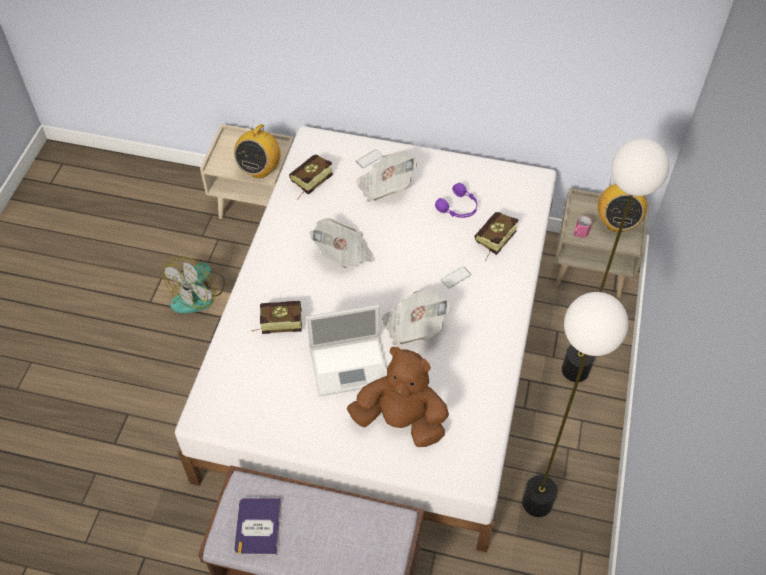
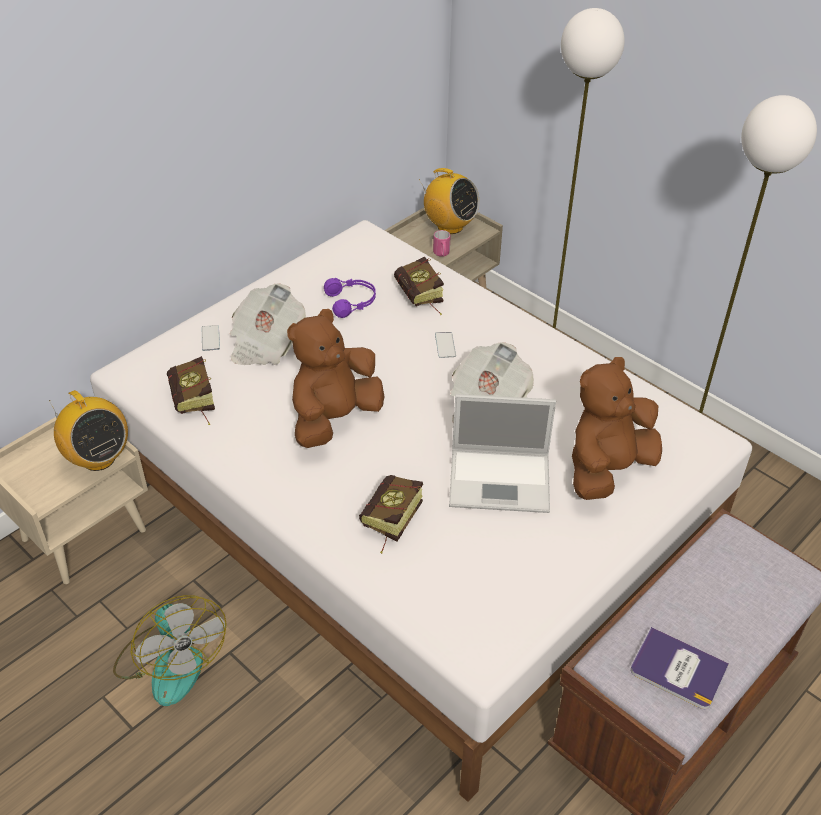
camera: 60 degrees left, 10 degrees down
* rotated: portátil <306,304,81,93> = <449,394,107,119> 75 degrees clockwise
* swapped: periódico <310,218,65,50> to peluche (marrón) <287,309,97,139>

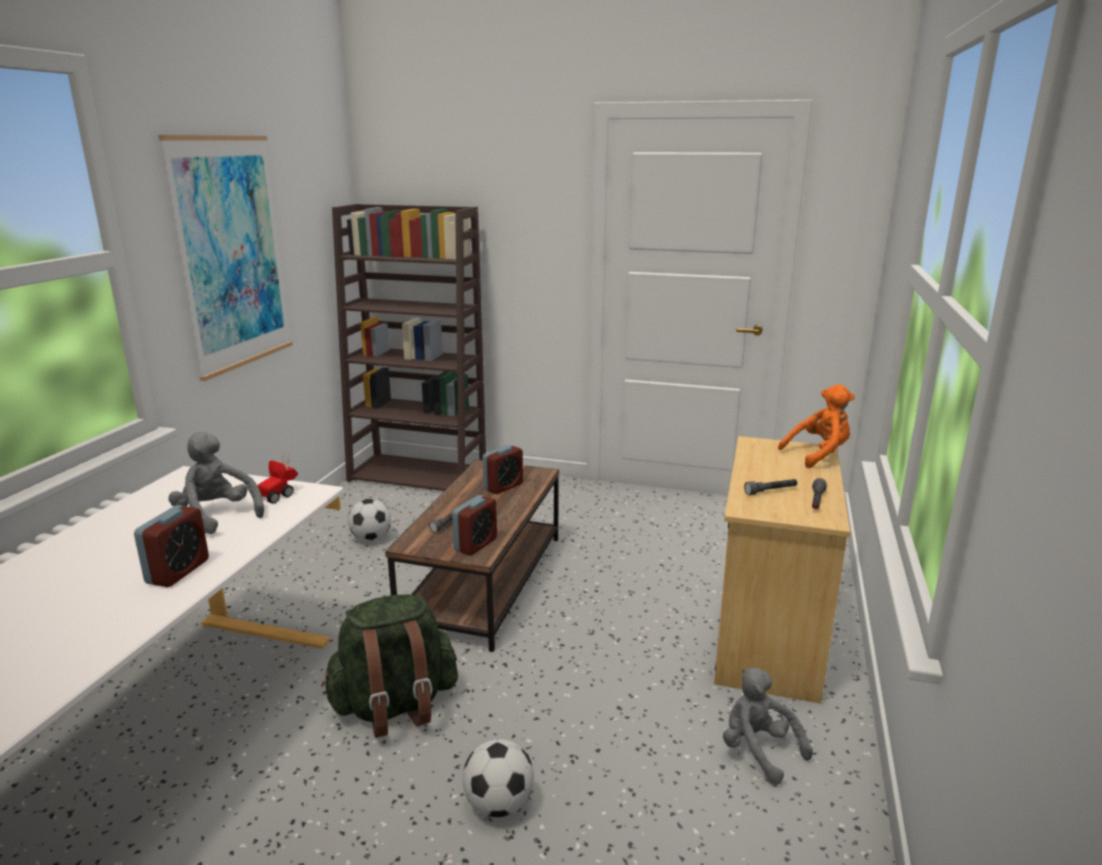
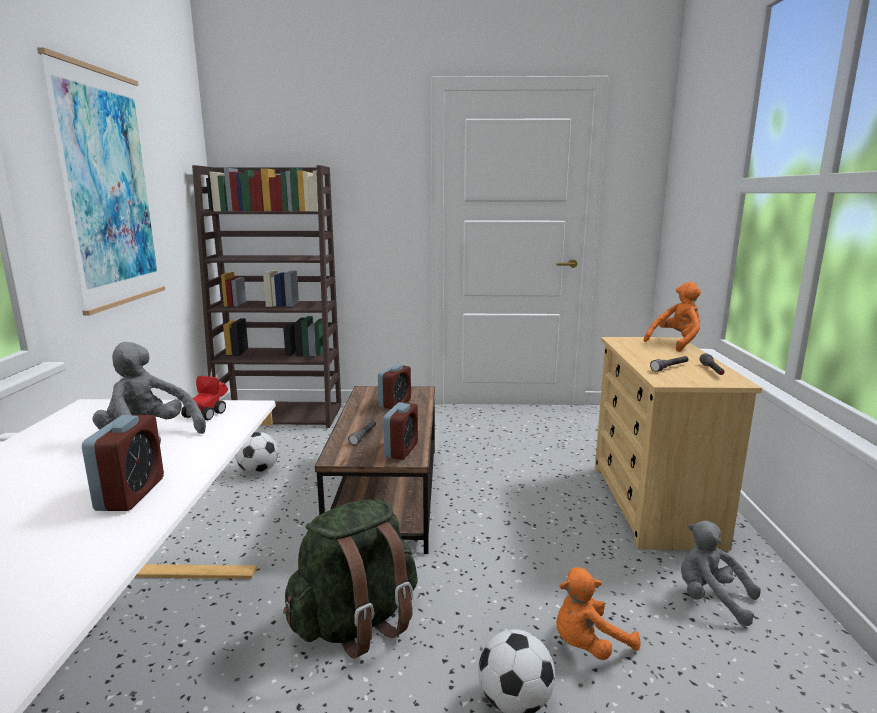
camera: 15 degrees left, 5 degrees down
* new: peluche (naranja) <556,567,85,93>

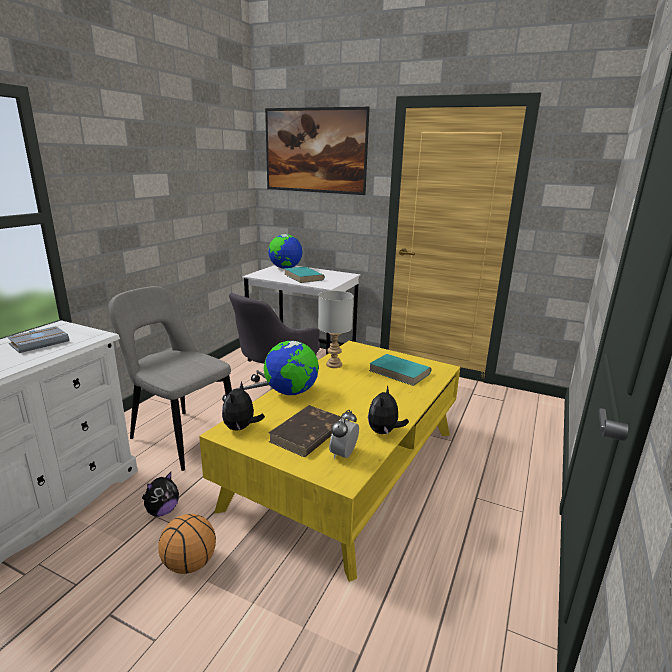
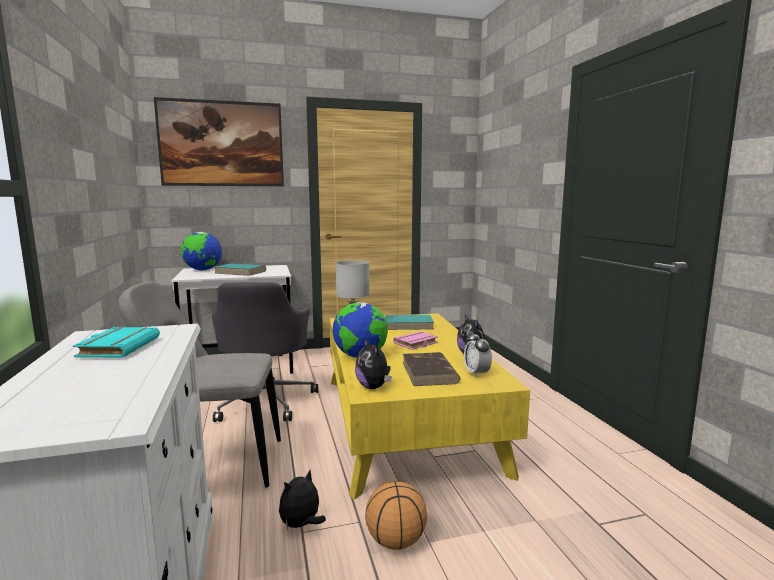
camera: 40 degrees left, 10 degrees down
* repainted: libro (gris) <7,326,62,27> to libro (turquesa) <73,327,87,31>
* rotated: peluche <142,472,37,45> = <279,470,47,58> 135 degrees counterclockwise
* new: libro (rosa) <393,331,45,19>

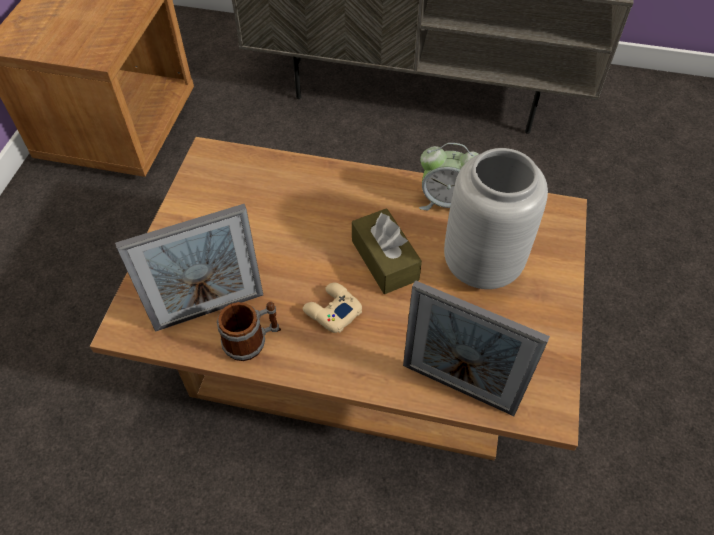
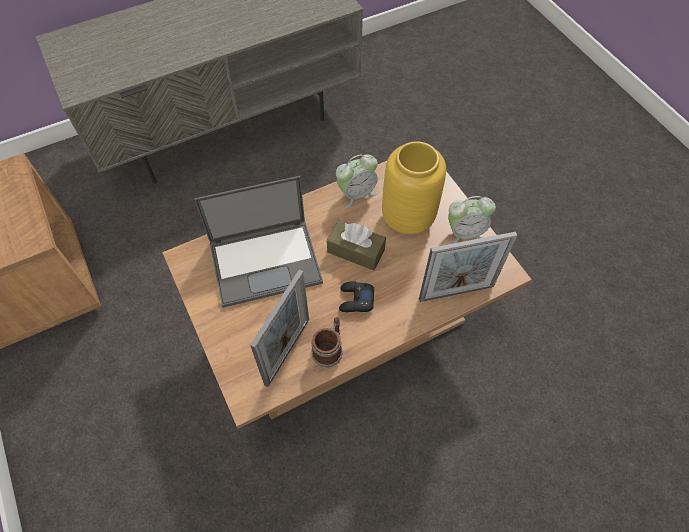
camera: 40 degrees left, 5 degrees up
* repainted: mando de consola (beis) <303,282,59,51> to mando de consola (negro) <339,281,35,31>
* repainted: florero (gris) <444,148,104,141> to florero (amarillo) <382,141,64,94>
* new: portátil <194,176,129,132>
* new: despertador <448,196,48,48>

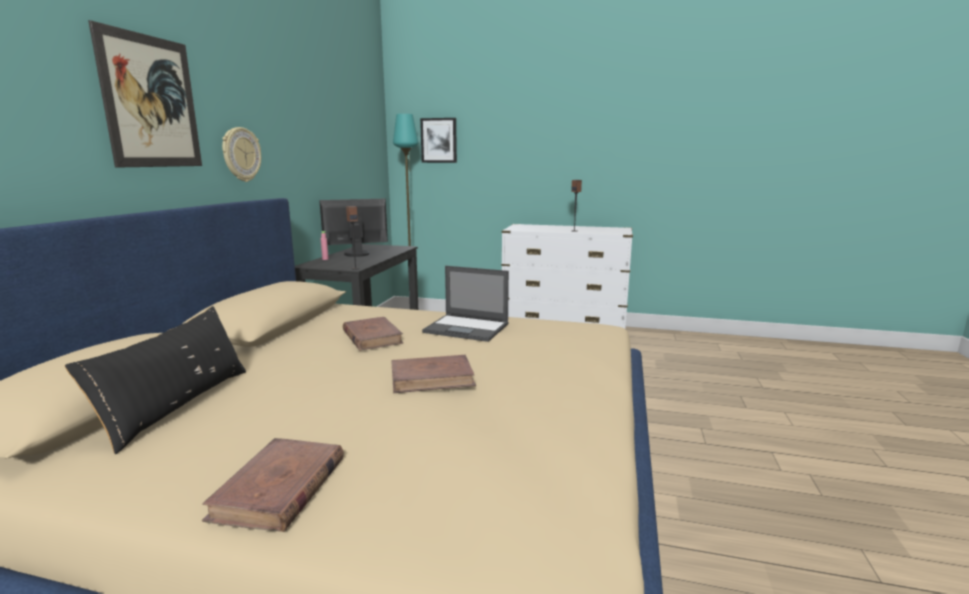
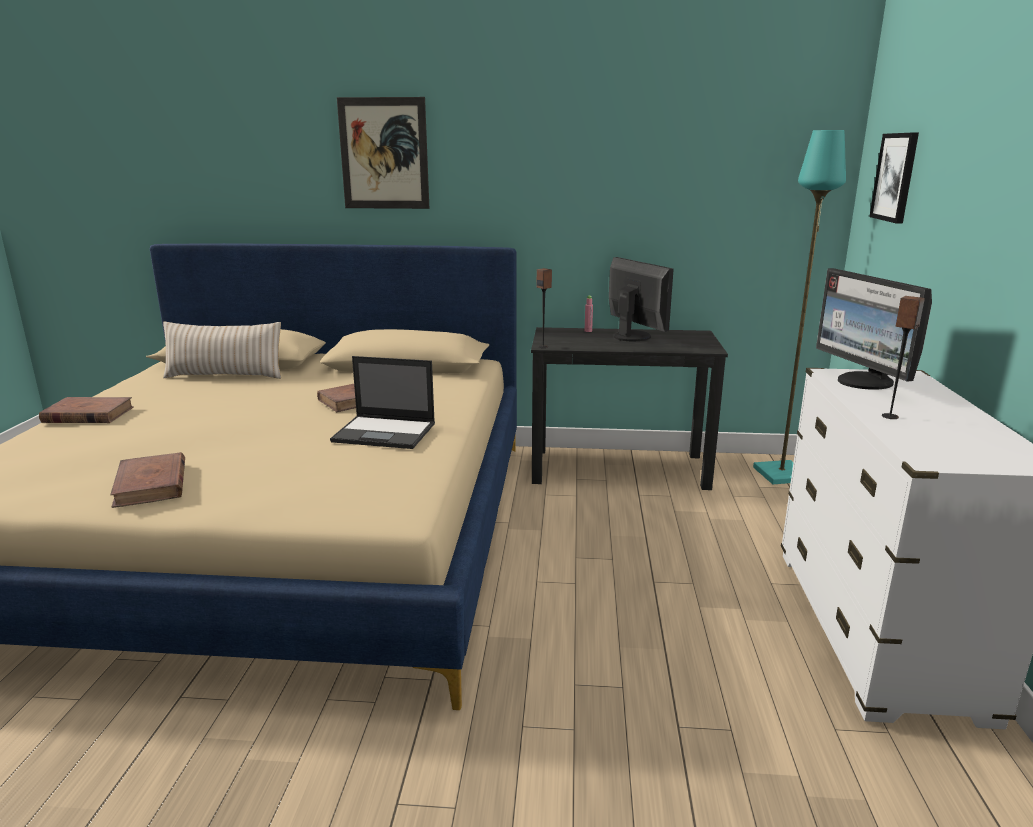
camera: 80 degrees right, 5 degrees up
* repainted: cojín (negro) <65,306,181,148> to cojín (beis) <163,322,118,57>
* gone: reloj de pared <222,127,39,55>
* shifted: libro (marrón) <391,355,85,38> to <110,452,75,56>
* rotated: portátil <422,266,87,76> = <330,356,105,93> 90 degrees counterclockwise
* new: monitor <816,268,116,122>

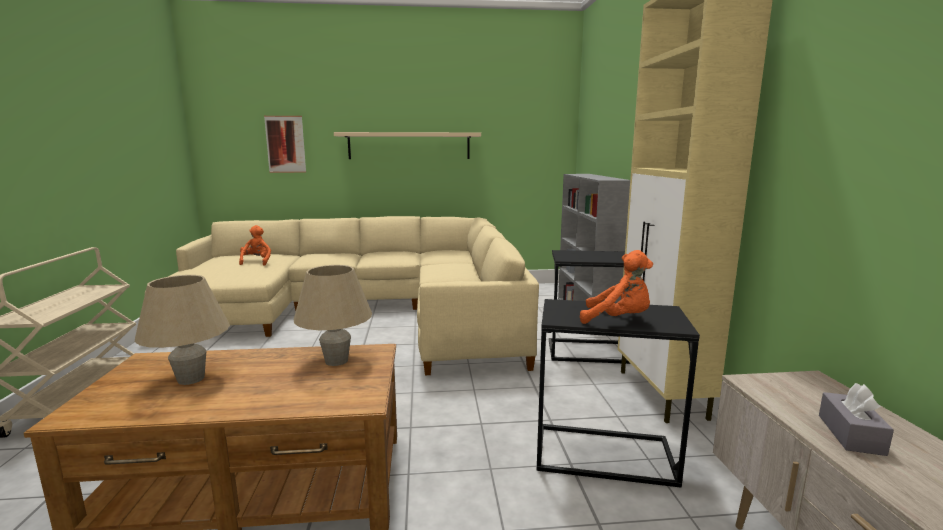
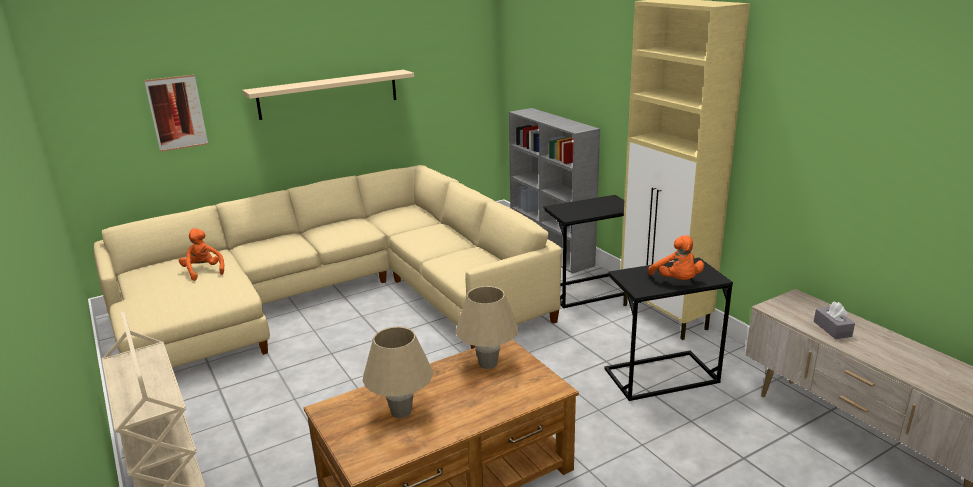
camera: 25 degrees left, 10 degrees up
* rotated: peluche (naranja) <580,250,73,74> = <648,235,56,45> 75 degrees clockwise

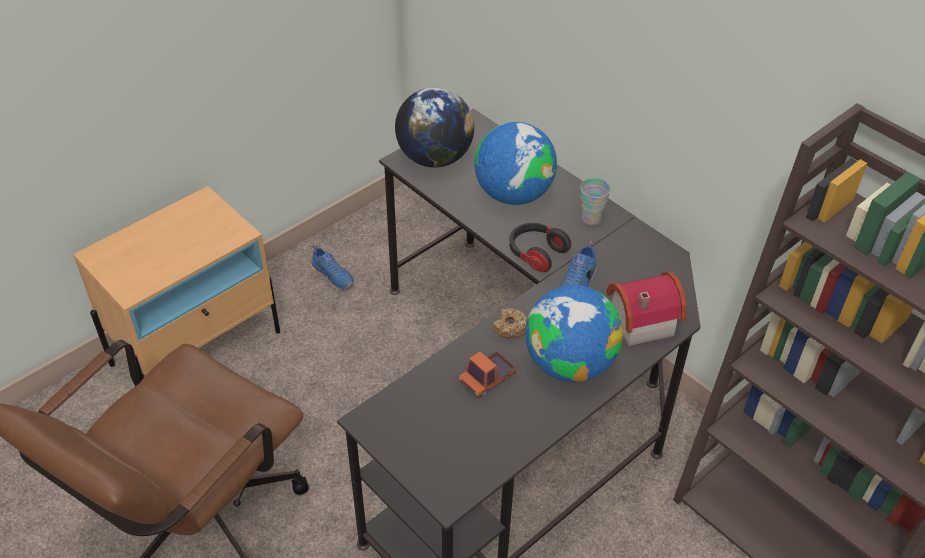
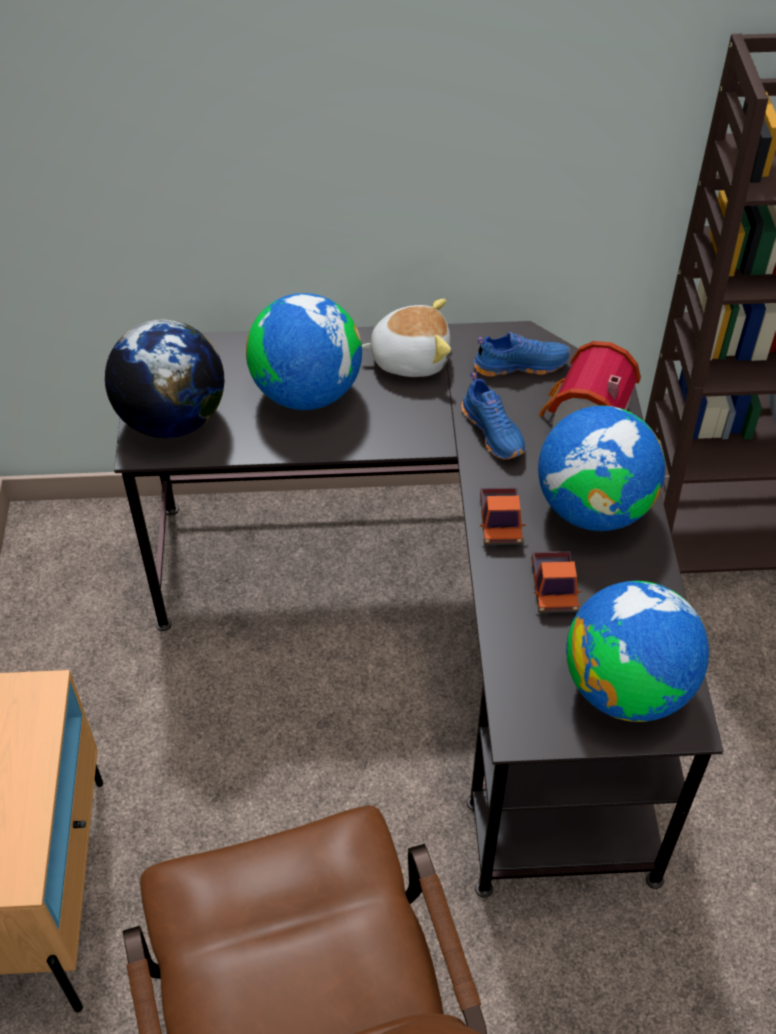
camera: 50 degrees left, 5 degrees up
* shifted: zapato (azul) <311,245,43,45> to <473,332,97,45>
* swapped: rosquilla <493,308,34,31> to camión de juguete <480,488,46,57>
* gone: auriculares <509,223,62,49>
* swapped: taza <580,178,31,47> to peluche <362,299,89,78>
* new: globo terráqueo <566,581,143,141>

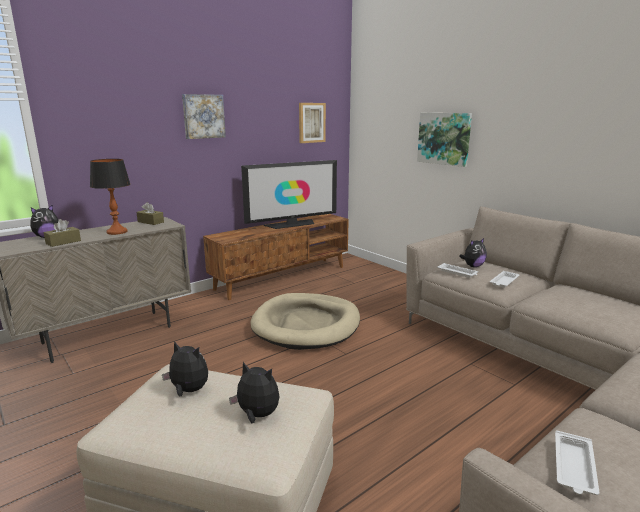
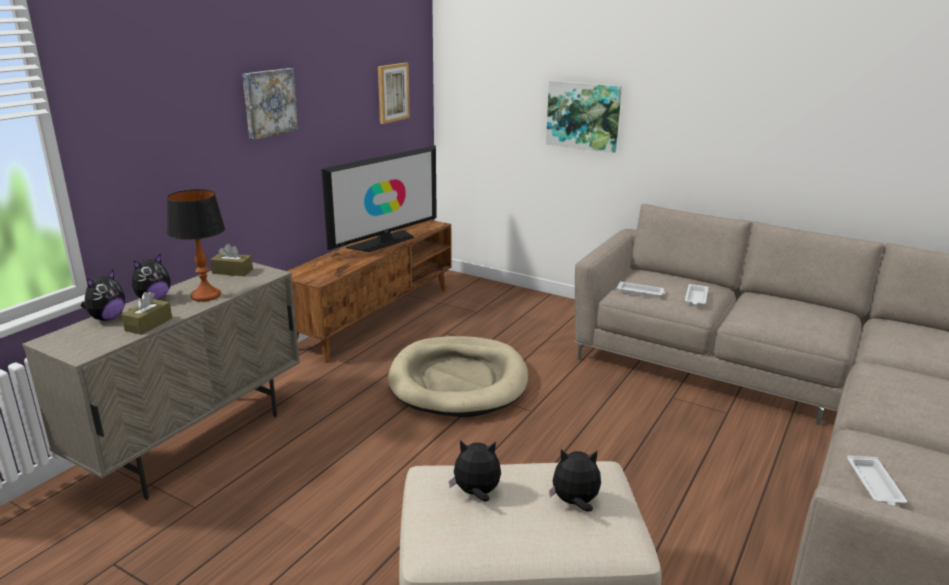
camera: 20 degrees left, 5 degrees up
* shifted: peluche <459,238,28,29> to <132,254,39,46>

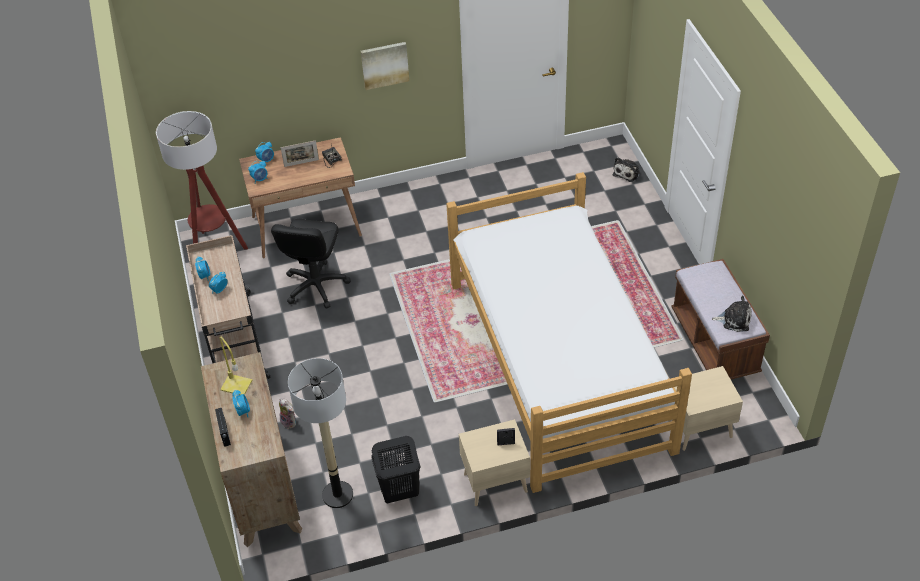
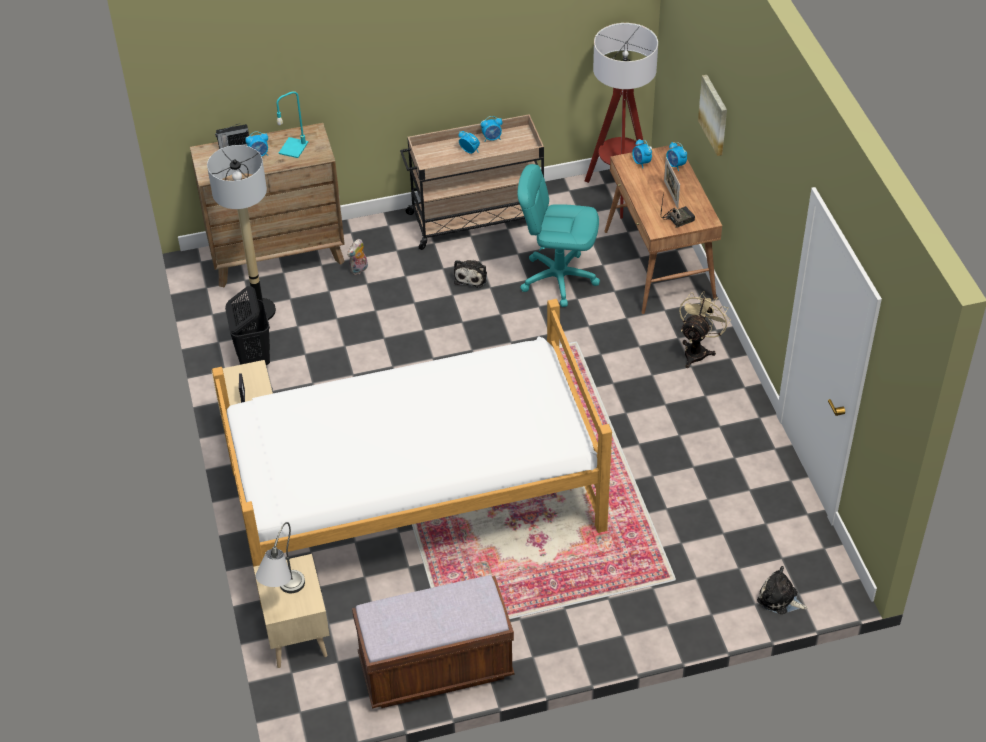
camera: 90 degrees right, 0 degrees up
* repainted: lámpara de mesa (amarillo) <220,337,32,58> to lámpara de mesa (turquesa) <277,91,31,67>
* repainted: silla de oficina (negro) <271,219,80,90> to silla de oficina (turquesa) <517,164,83,143>
* shifted: cuadro <361,42,48,48> to <698,75,29,81>
* shifted: peluche <712,296,40,36> to <454,260,33,28>
* new: lámpara de mesa (gris) <256,522,49,71>
* new: ventilador (beis) <679,291,52,77>

